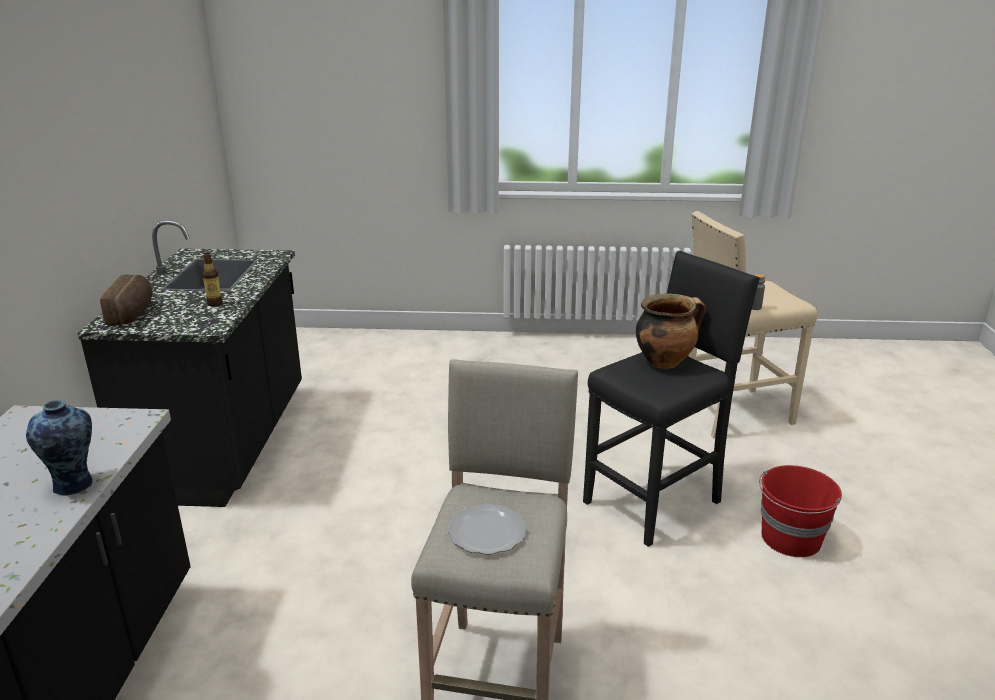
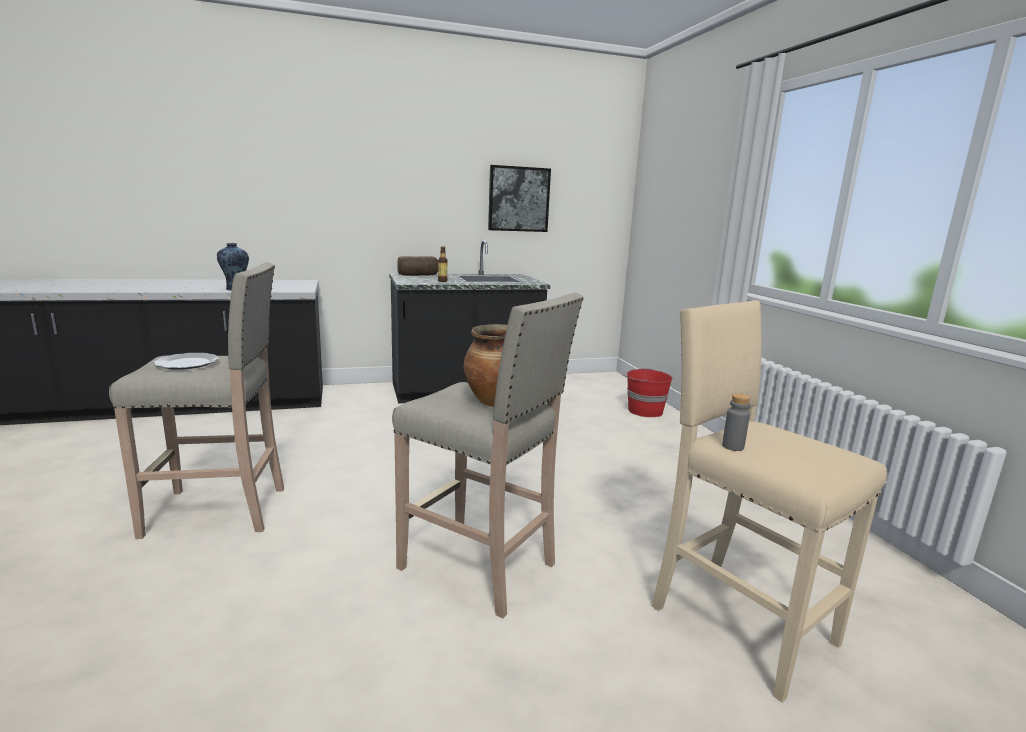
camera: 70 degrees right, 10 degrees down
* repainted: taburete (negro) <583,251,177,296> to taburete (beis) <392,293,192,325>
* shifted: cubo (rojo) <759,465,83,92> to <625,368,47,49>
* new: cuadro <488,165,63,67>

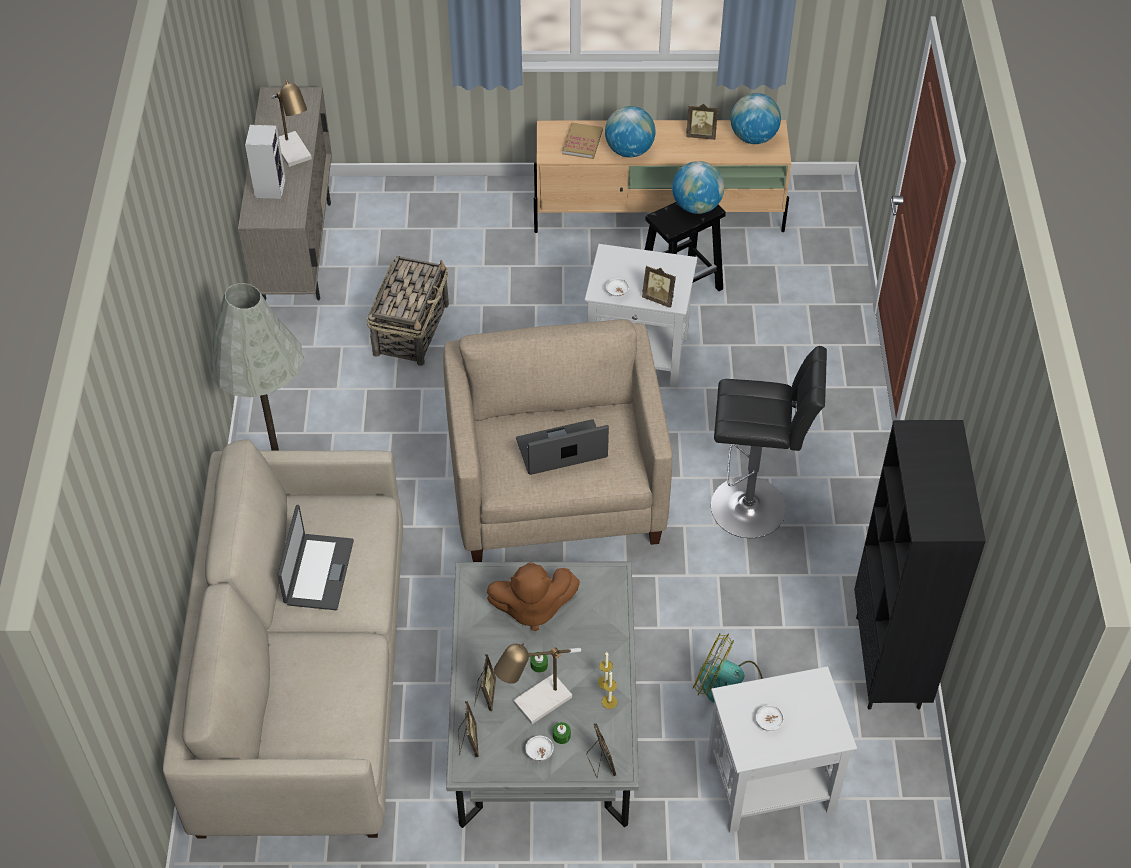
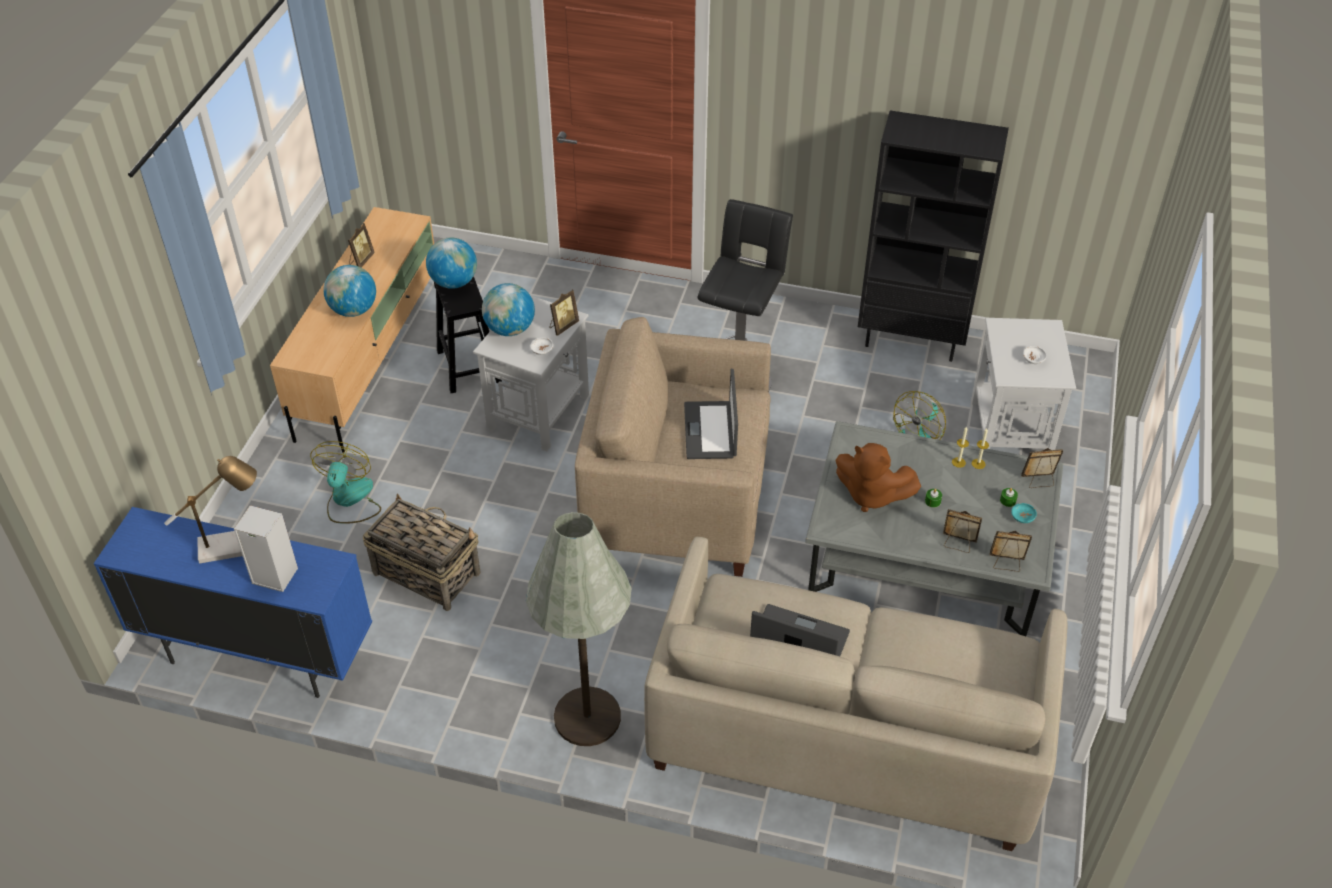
camera: 75 degrees left, 5 degrees down
* repainted: armario (beis) <238,87,94,213> to armario (azul) <94,507,278,191>
* rotated: peluche (marrón) <487,563,93,68> = <835,443,86,69> 105 degrees clockwise
* gone: lámpara de mesa <494,643,87,81>
* repainted: cuenco (blanco) <525,736,29,25> to cuenco (turquesa) <1011,503,26,20>
* gone: libro <562,122,41,37>
* shifted: globo terráqueo <731,93,50,51> to <482,283,53,53>
* new: ventilador <310,441,71,83>

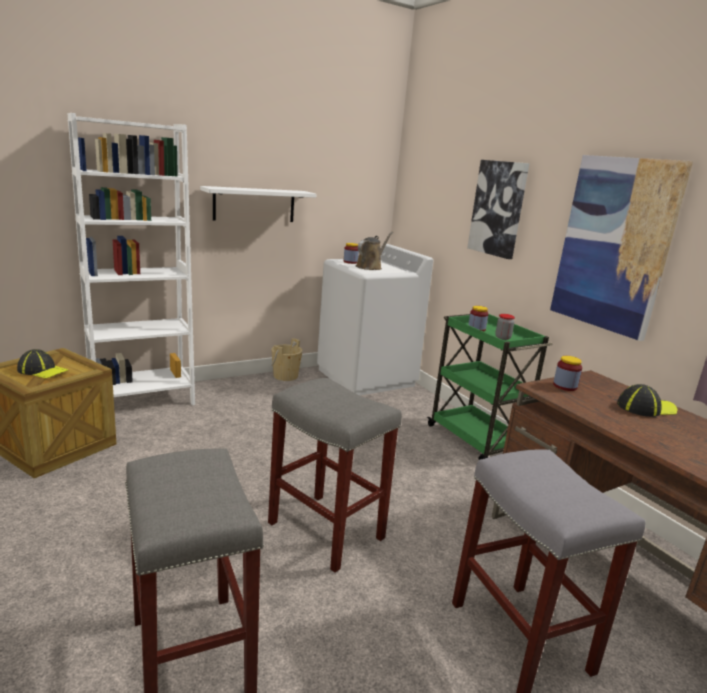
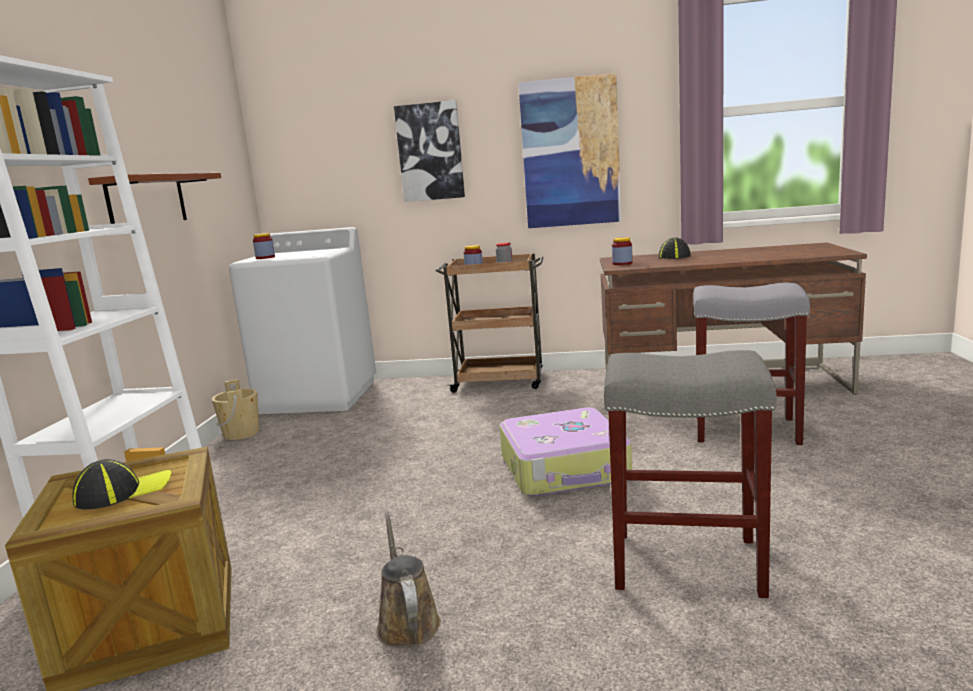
camera: 50 degrees left, 5 degrees down
* repainted: estante (blanco) <200,186,116,36> to estante (marrón) <88,173,133,51>
* swapped: taburete (gris) <268,378,134,195> to maleta <499,407,133,90>
* shifted: regadera (marrón) <356,232,37,38> to <376,511,65,137>
* repainted: carrito (verde) <427,314,125,146> to carrito (marrón) <436,253,108,140>

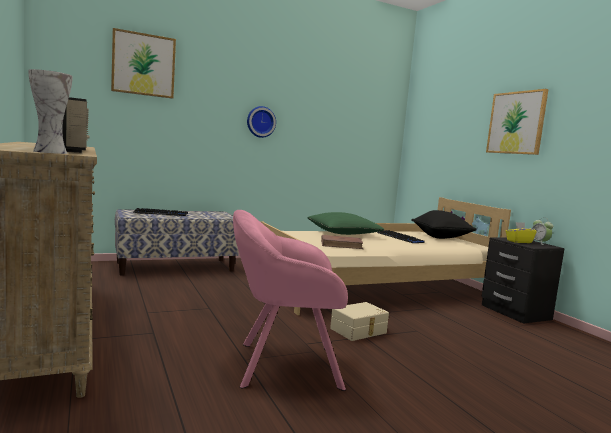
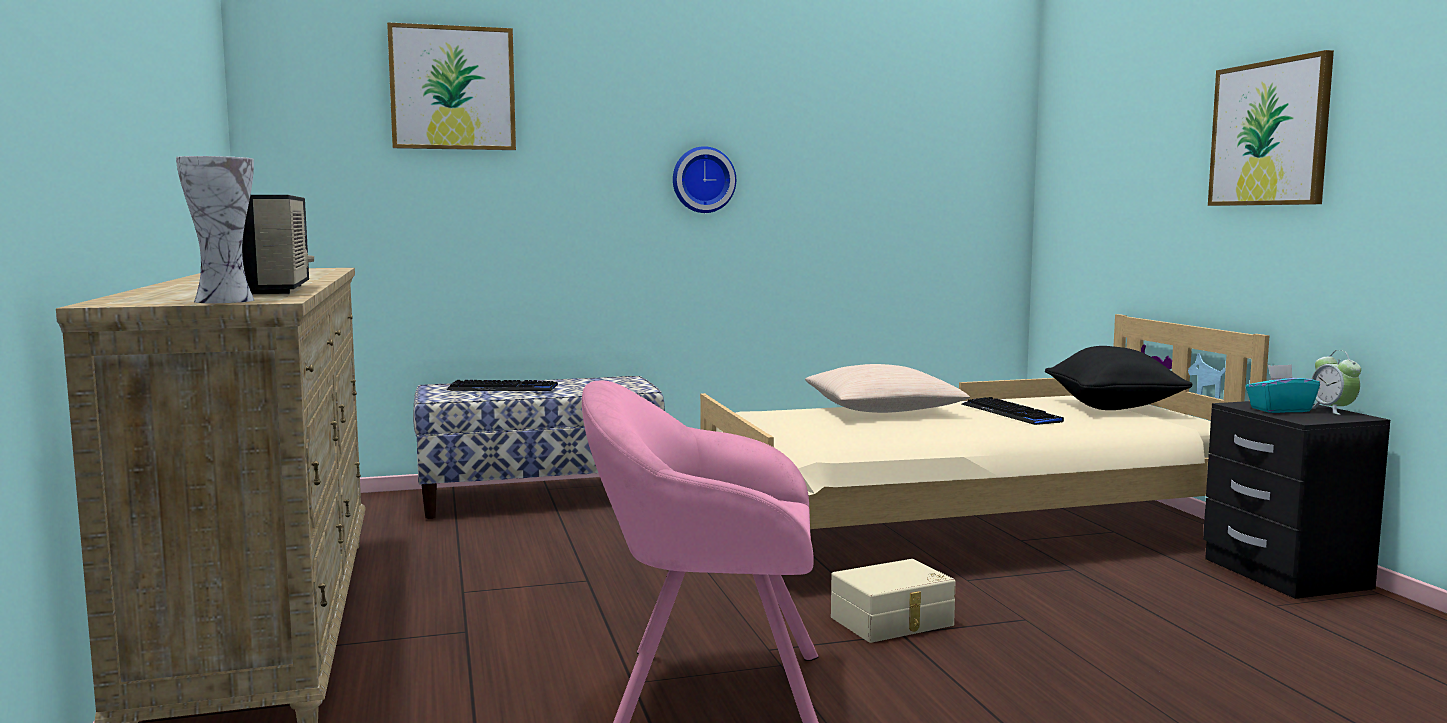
camera: 10 degrees right, 0 degrees up
* repainted: cojín (verde) <307,212,78,23> to cojín (beis) <805,364,165,49>
* gone: libro (marrón) <321,235,42,14>
* repainted: caja de pañuelos (amarillo) <506,222,31,21> to caja de pañuelos (turquesa) <1245,364,75,49>

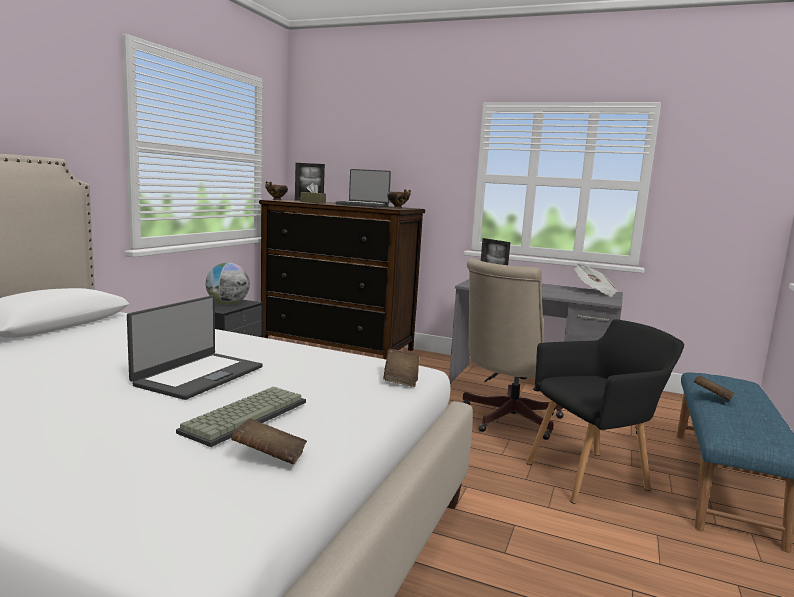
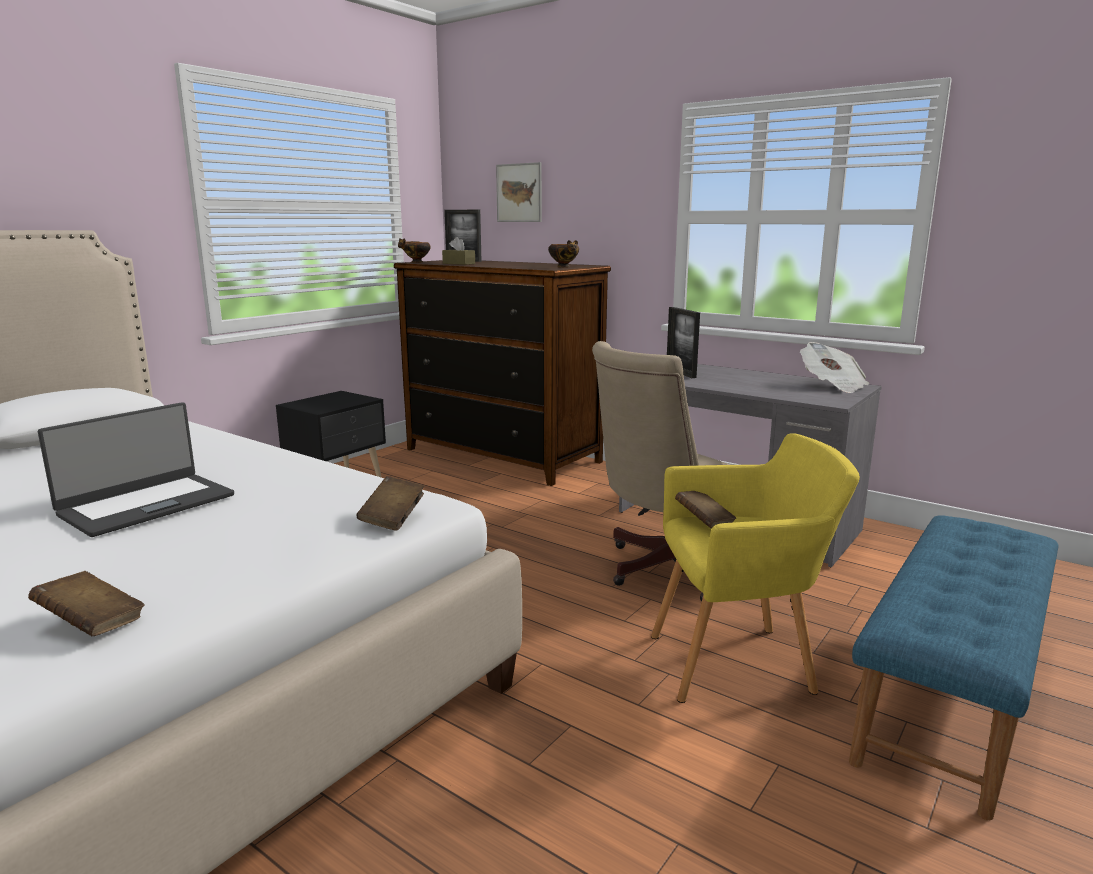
camera: 15 degrees right, 5 degrees up
* gone: teclado <176,387,130,60>
* gone: globo terráqueo <206,263,44,42>
* gone: portátil <336,169,55,38>
* repainted: sillón (negro) <526,319,158,185> to sillón (amarillo) <651,433,209,270>
* shifted: libro (marrón) <694,376,41,25> to <675,491,61,37>
* new: cuadro <496,162,46,60>

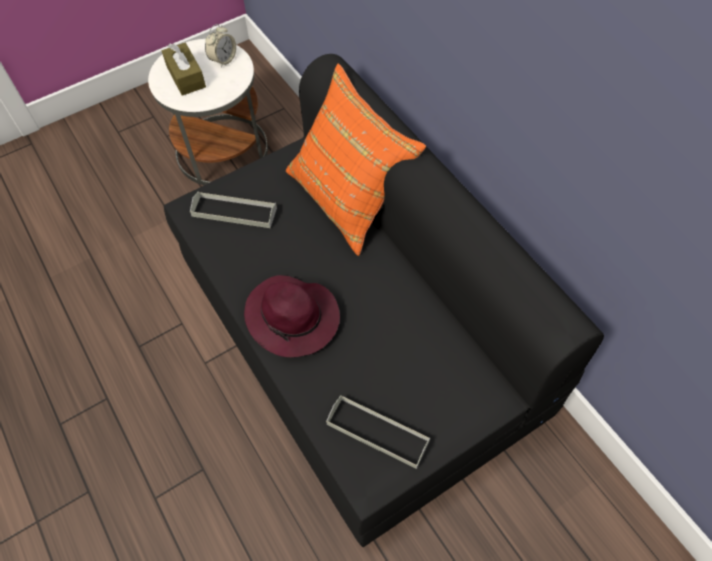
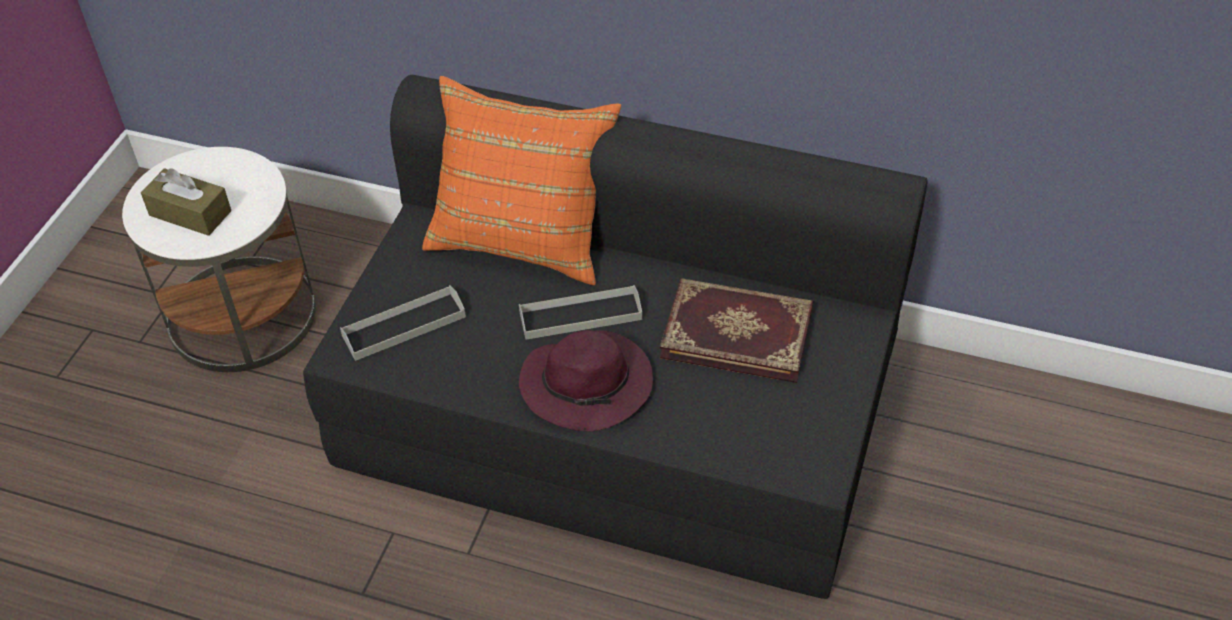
camera: 40 degrees left, 10 degrees down
* gone: despertador <205,24,31,44>
* shifted: bandeja (gris) <326,395,104,74> to <519,285,123,54>
* new: libro <660,278,153,105>

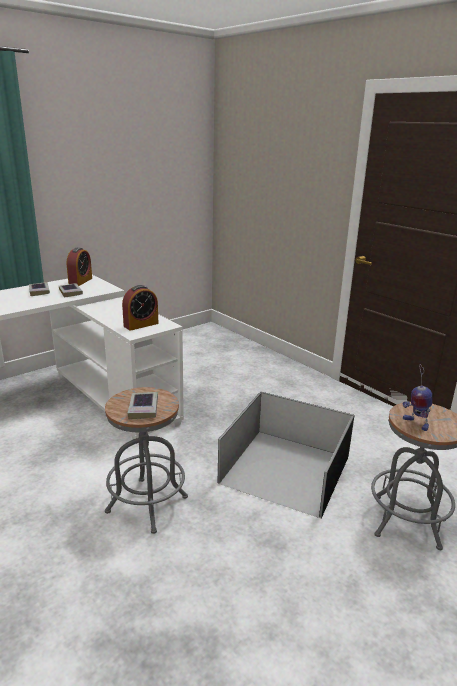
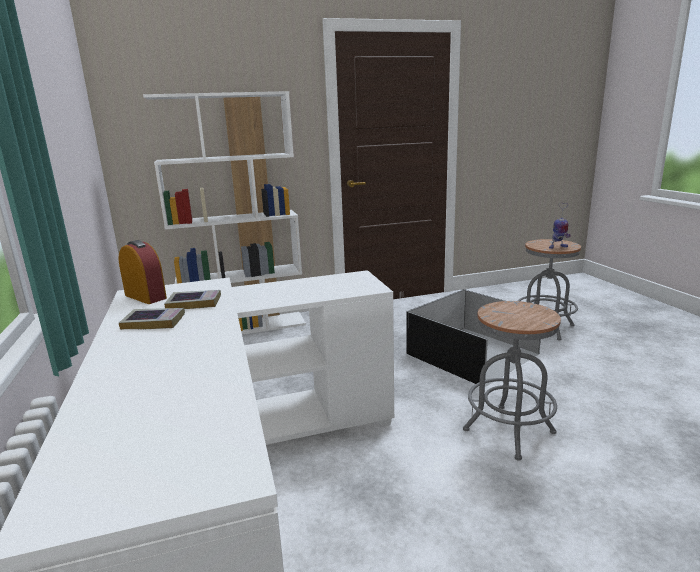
camera: 65 degrees left, 5 degrees down
* gone: despertador <122,285,37,46>
* gone: libro <128,392,30,27>
* new: estantería (blanco) <143,91,163,244>

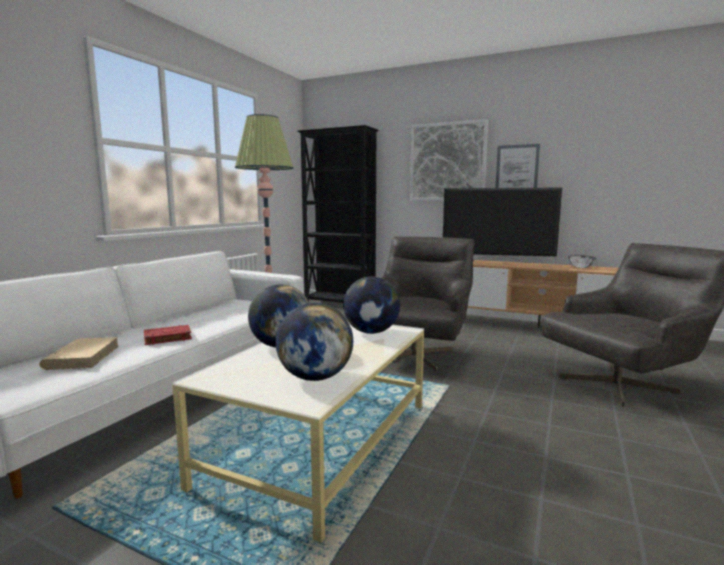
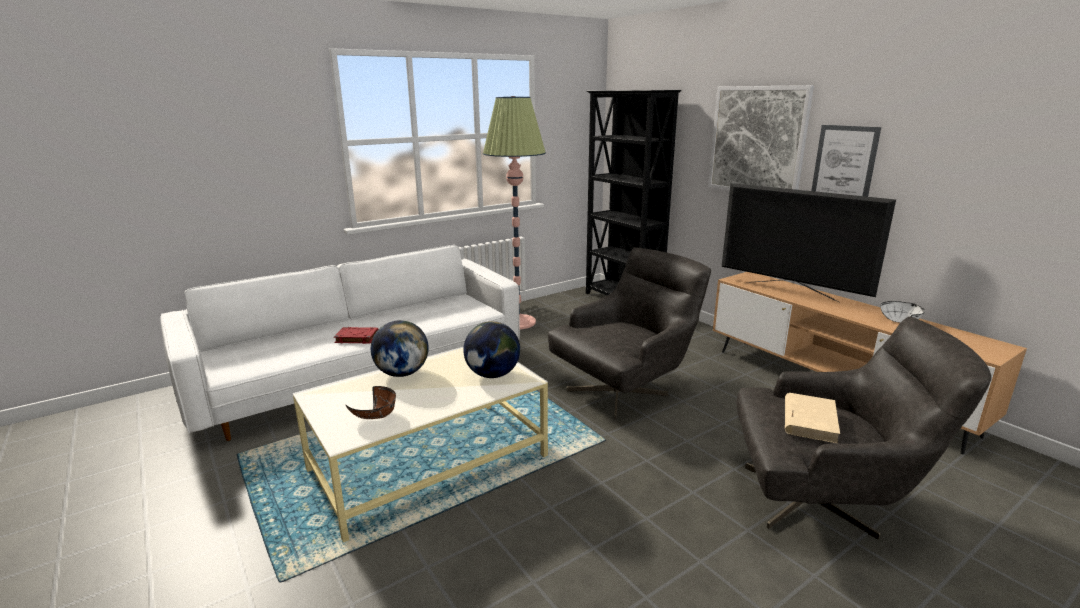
camera: 30 degrees right, 10 degrees up
* shifted: libro (beis) <39,337,80,33> to <785,393,55,50>
* swapped: globo terráqueo <276,303,77,78> to cuenco (marrón) <345,386,51,33>

